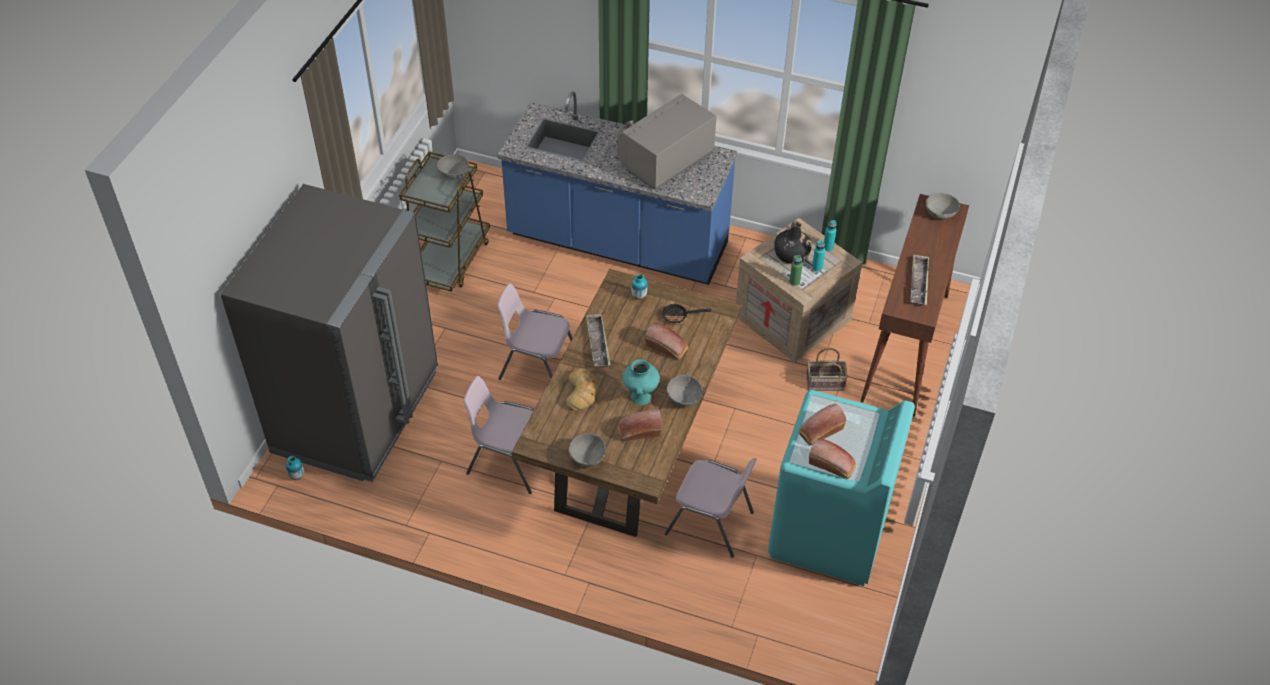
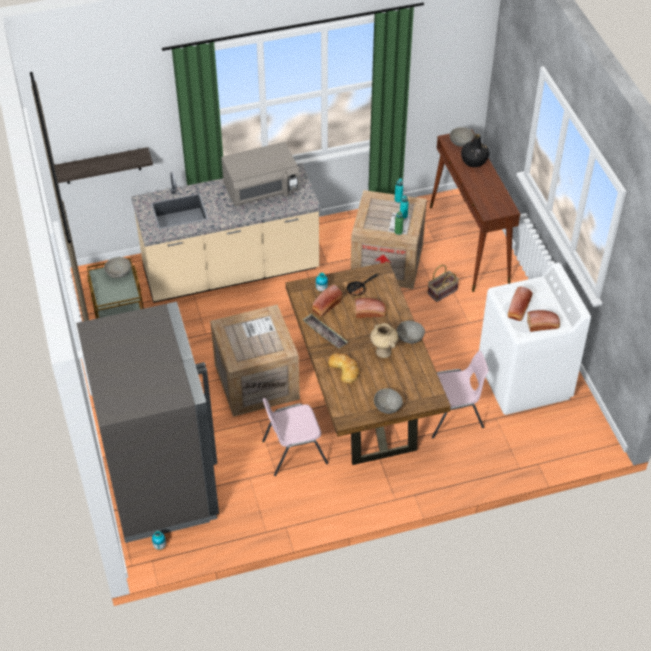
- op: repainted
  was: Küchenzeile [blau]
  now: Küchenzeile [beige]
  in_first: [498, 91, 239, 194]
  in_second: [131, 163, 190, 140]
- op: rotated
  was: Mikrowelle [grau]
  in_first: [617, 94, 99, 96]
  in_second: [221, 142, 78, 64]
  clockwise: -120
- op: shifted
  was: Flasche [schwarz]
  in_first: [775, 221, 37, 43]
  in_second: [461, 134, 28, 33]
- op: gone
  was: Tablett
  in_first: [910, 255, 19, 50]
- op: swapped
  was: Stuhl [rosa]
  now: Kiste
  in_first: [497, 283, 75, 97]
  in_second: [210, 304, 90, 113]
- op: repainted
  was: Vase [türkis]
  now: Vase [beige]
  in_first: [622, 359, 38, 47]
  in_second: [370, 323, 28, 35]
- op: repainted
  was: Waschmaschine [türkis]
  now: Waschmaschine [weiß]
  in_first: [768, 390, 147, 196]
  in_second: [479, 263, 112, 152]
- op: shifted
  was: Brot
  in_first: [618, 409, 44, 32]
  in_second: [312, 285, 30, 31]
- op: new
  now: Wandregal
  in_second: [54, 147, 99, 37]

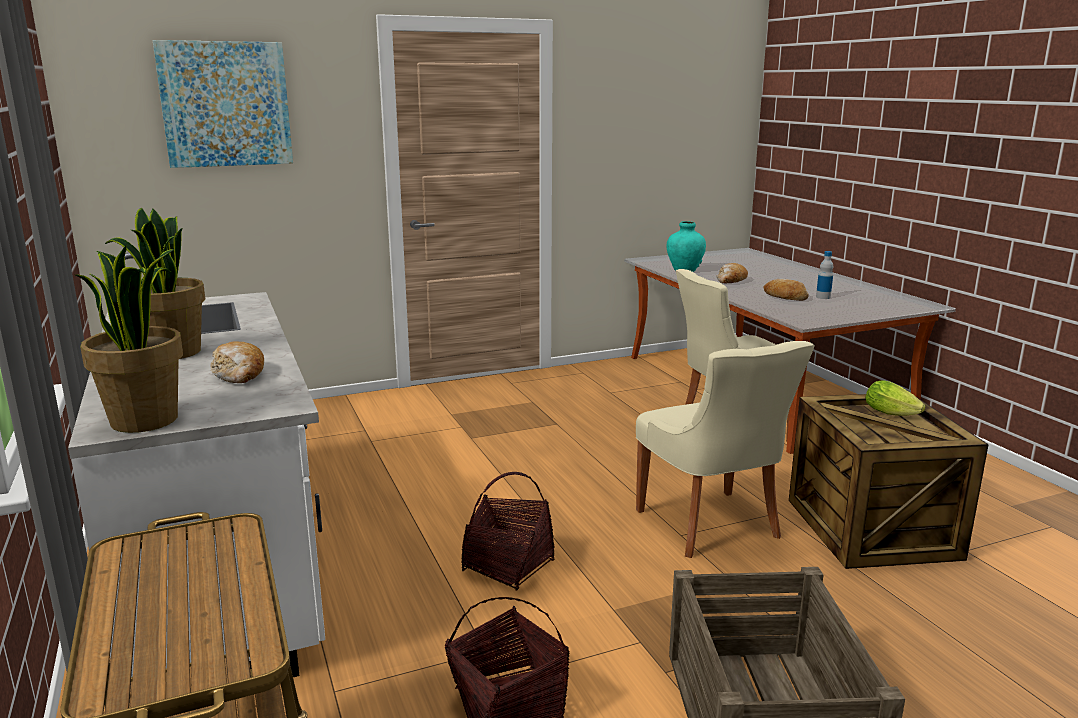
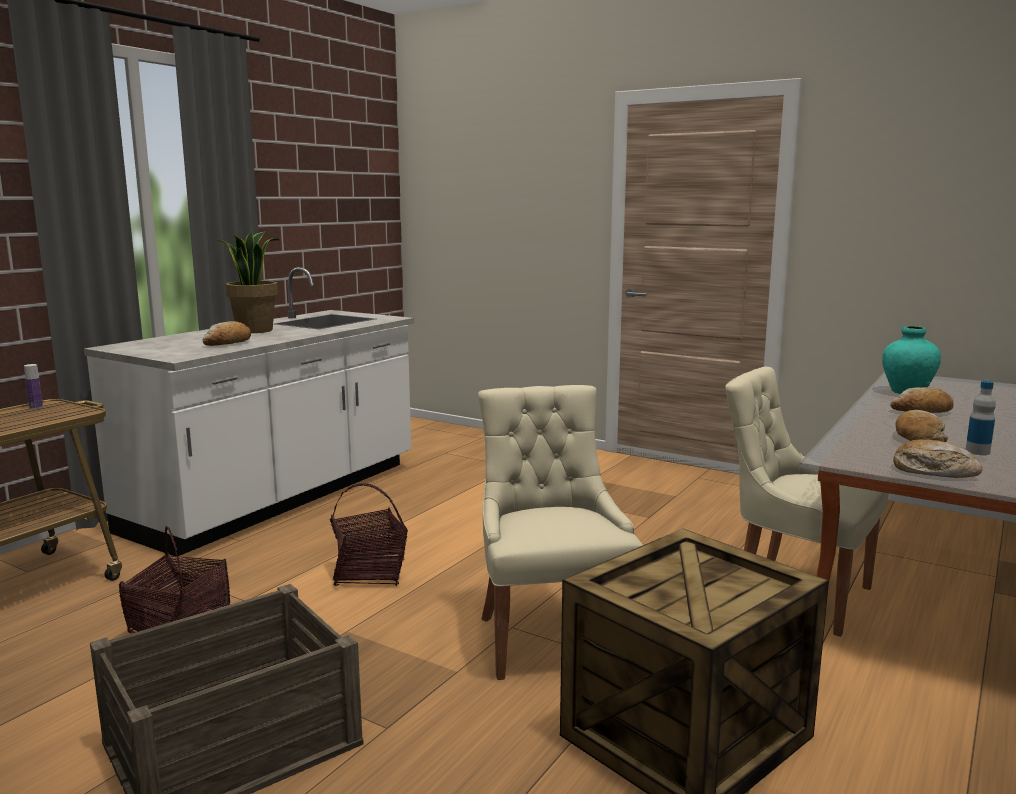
- op: gone
  was: Bild
  in_first: [153, 40, 140, 128]
- op: gone
  was: Topfpflanze
  in_first: [76, 244, 107, 189]
- op: rotated
  was: Stuhl [beige]
  in_first: [636, 341, 179, 217]
  in_second: [478, 385, 165, 295]
  clockwise: 135
- op: gone
  was: Salatkopf
  in_first: [865, 380, 61, 36]
- op: new
  now: Flasche
  in_second: [24, 364, 19, 45]
- op: new
  now: Brot
  in_second: [893, 439, 89, 39]

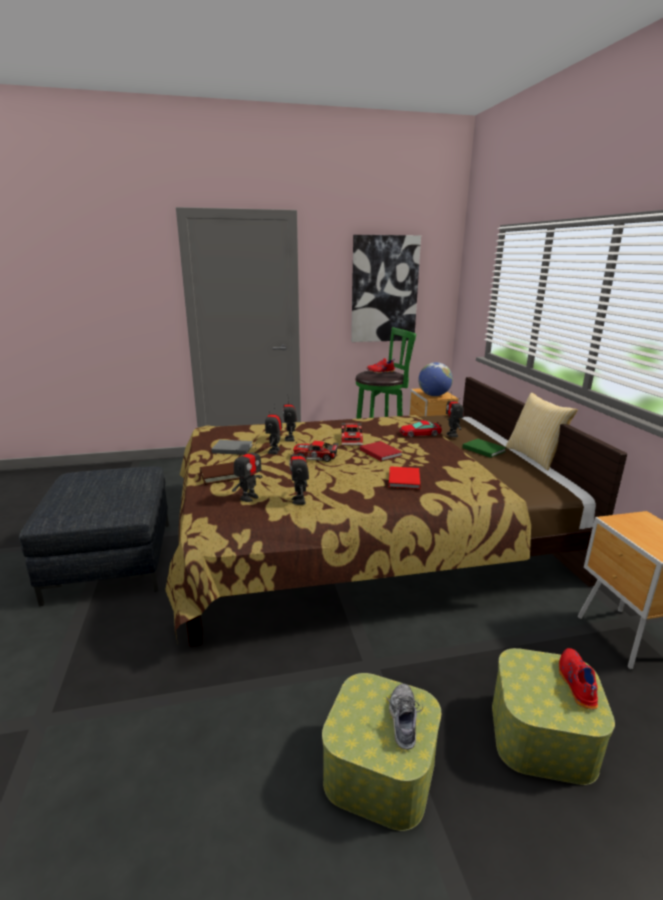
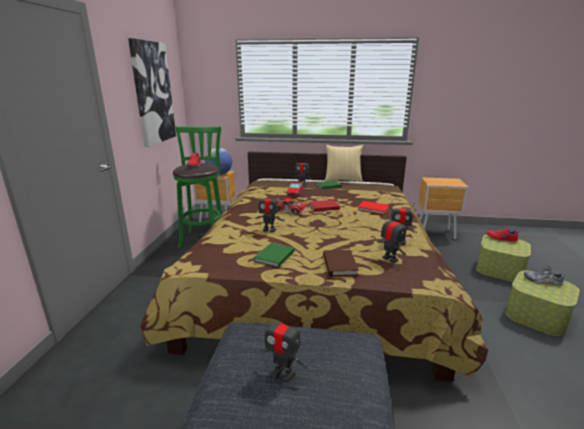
- op: shifted
  was: Spielzeugroboter
  in_first: [265, 404, 17, 50]
  in_second: [261, 311, 47, 72]
- op: repainted
  was: Buch [grau]
  now: Buch [grün]
  in_first: [211, 440, 42, 15]
  in_second: [254, 243, 41, 25]
- op: gone
  was: Spielzeugauto
  in_first: [293, 441, 46, 21]

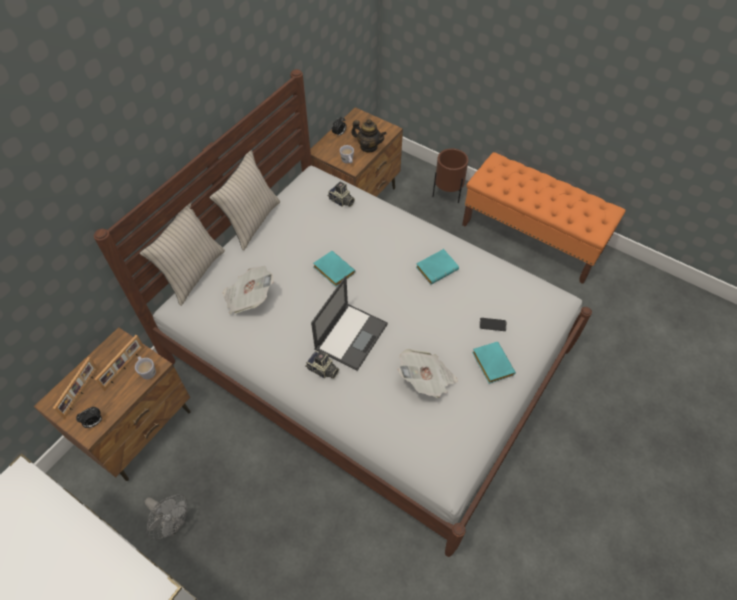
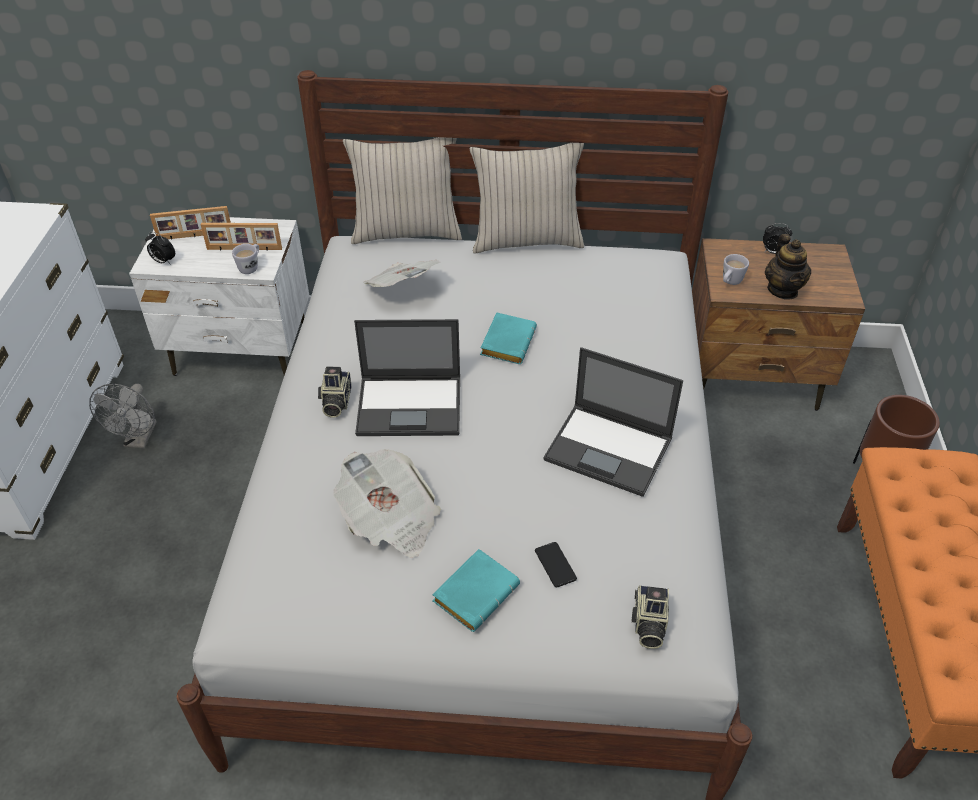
- op: shifted
  was: Kamera
  in_first: [327, 181, 28, 26]
  in_second: [632, 585, 37, 64]
- op: swapped
  was: Buch [türkis]
  now: Laptop
  in_first: [416, 249, 43, 36]
  in_second: [543, 347, 140, 150]
- op: repainted
  was: Nachttisch [braun]
  now: Nachttisch [weiß]
  in_first: [34, 327, 156, 154]
  in_second: [129, 217, 180, 159]

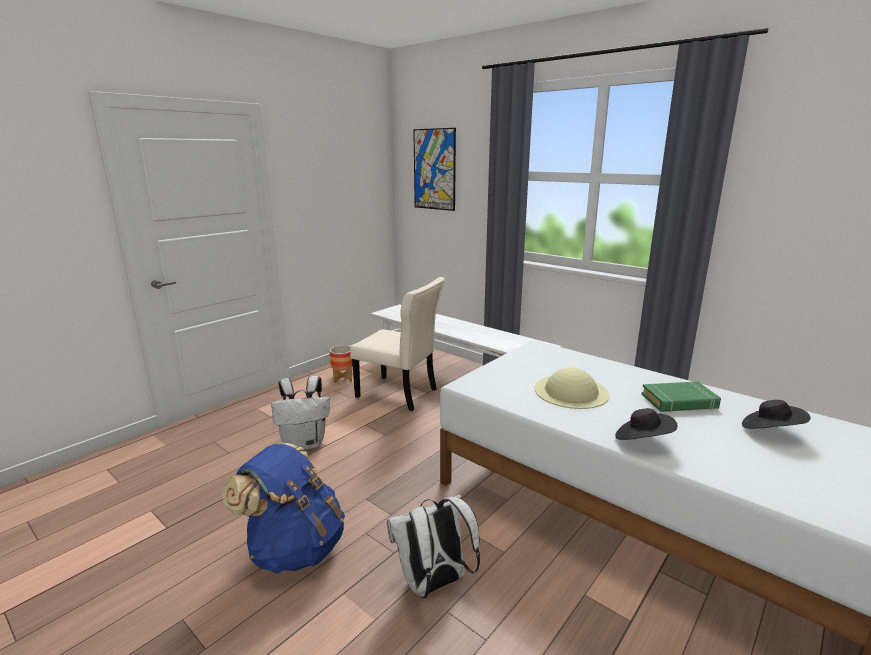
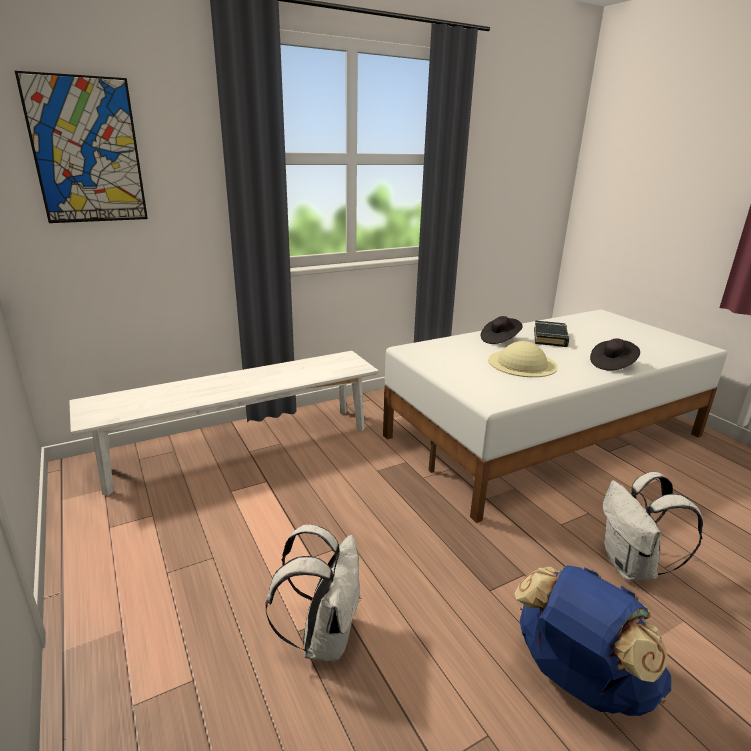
- op: gone
  was: Stuhl [beige]
  in_first: [350, 277, 95, 134]
- op: gone
  was: Pflanzkübel
  in_first: [330, 345, 23, 38]
- op: repainted
  was: Buch [grün]
  now: Buch [schwarz]
  in_first: [642, 381, 79, 31]
  in_second: [534, 321, 35, 26]
- op: shifted
  was: Hut [schwarz]
  in_first: [742, 400, 69, 29]
  in_second: [481, 316, 42, 28]

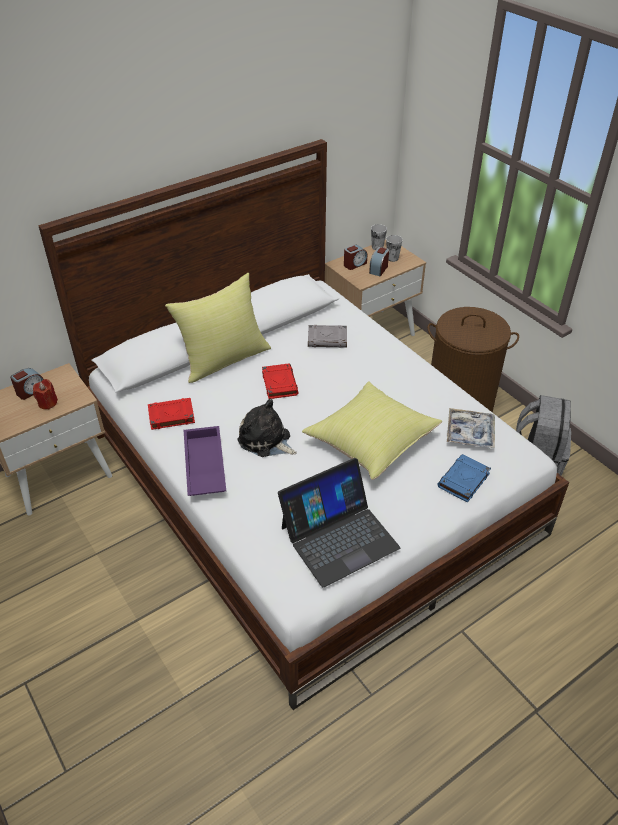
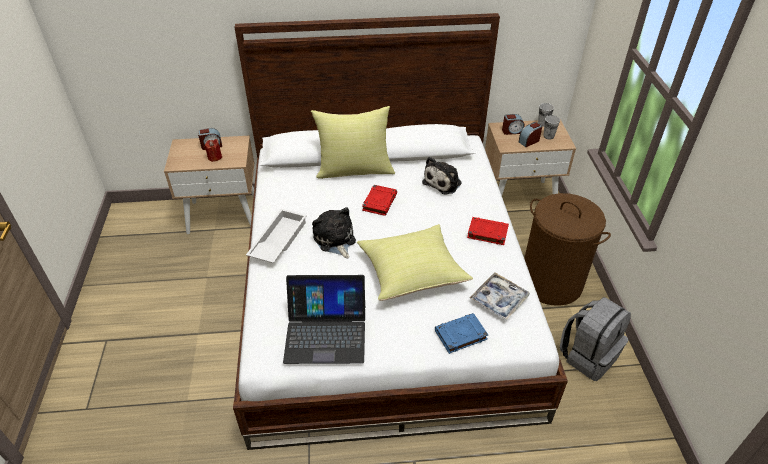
- op: swapped
  was: Buch [grau]
  now: Plüschtier
  in_first: [308, 325, 39, 23]
  in_second: [422, 157, 40, 38]
- op: shifted
  was: Buch [rot]
  in_first: [148, 398, 47, 32]
  in_second: [467, 217, 42, 28]
- op: repainted
  was: Tablett [lila]
  now: Tablett [weiß]
  in_first: [184, 426, 42, 70]
  in_second: [246, 209, 61, 54]

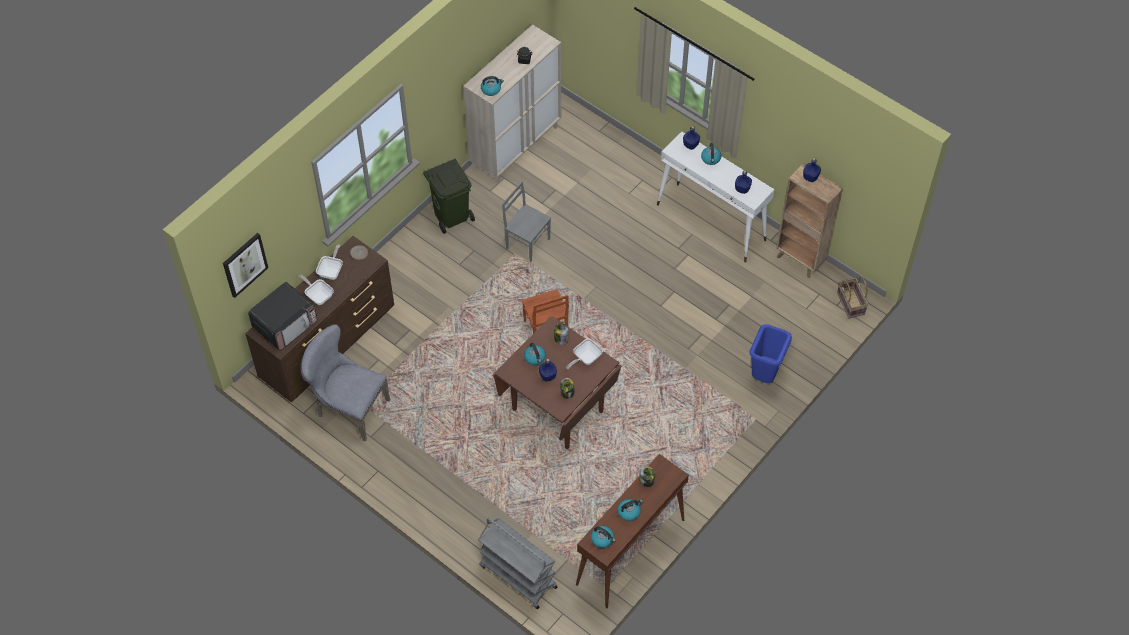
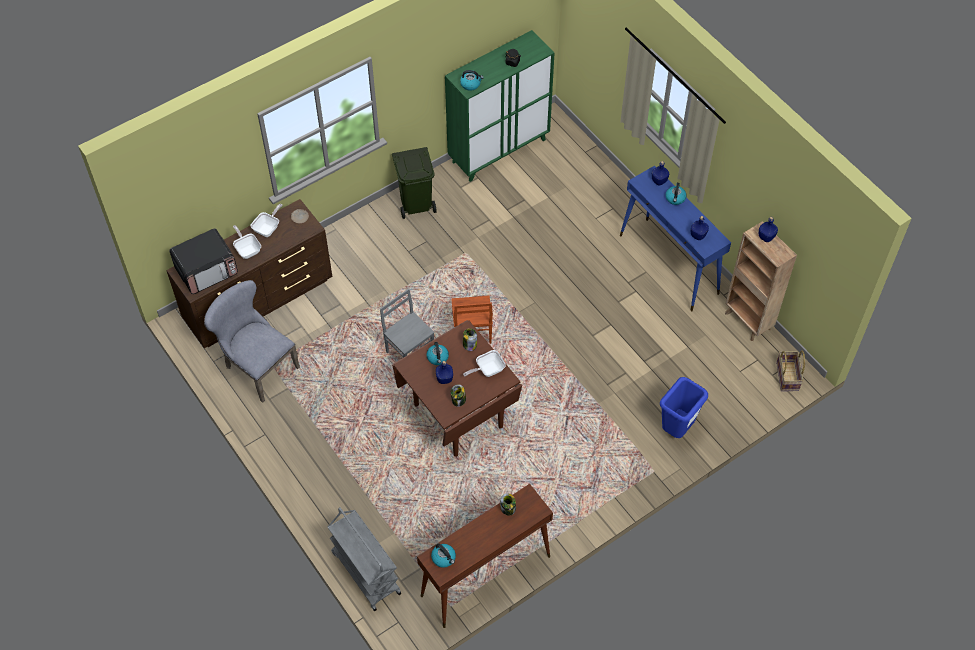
- op: repainted
  was: Schrank [beige]
  now: Schrank [grün]
  in_first: [463, 24, 98, 159]
  in_second: [445, 30, 109, 152]
- op: repainted
  was: Konsolentisch [weiß]
  now: Konsolentisch [blau]
  in_first: [657, 132, 118, 130]
  in_second: [620, 166, 111, 145]
- op: shifted
  was: Stuhl [grau]
  in_first: [502, 181, 49, 81]
  in_second: [380, 289, 55, 69]
- op: gone
  was: Bild
  in_first: [223, 233, 45, 65]
- op: gone
  was: Wasserkessel
  in_first: [618, 499, 25, 22]

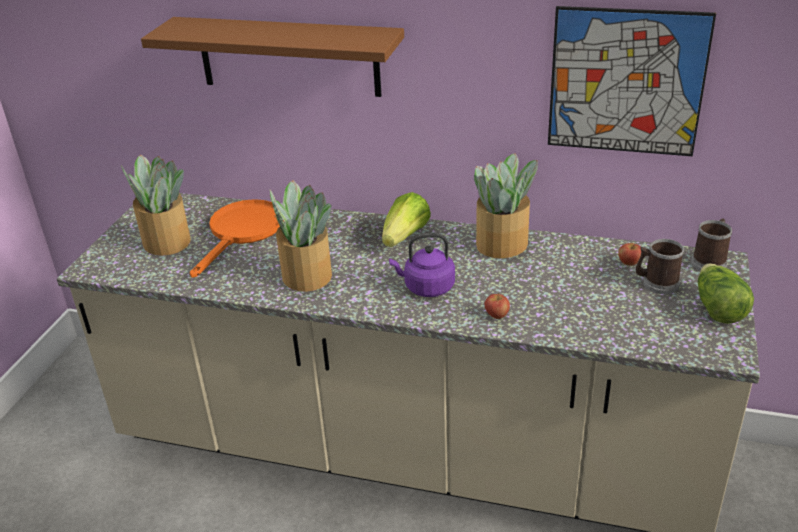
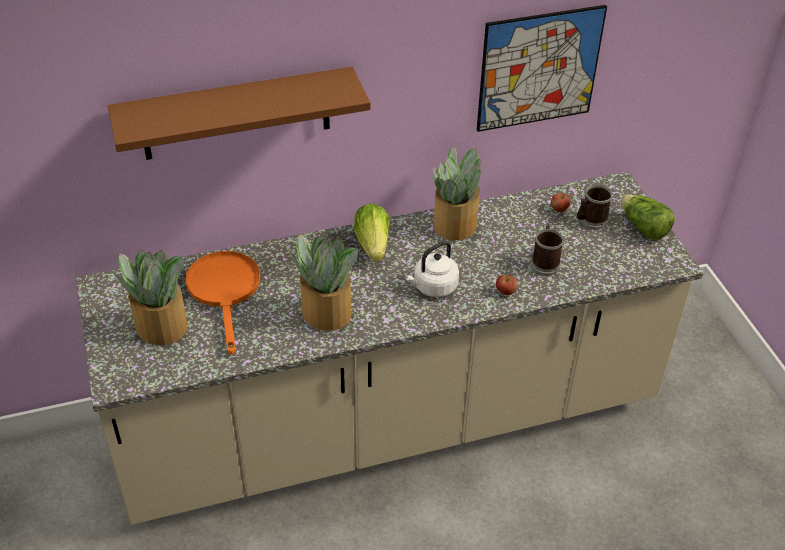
- op: shifted
  was: Henkelbecher
  in_first: [691, 218, 41, 53]
  in_second: [530, 225, 34, 51]
- op: repainted
  was: Wasserkessel [lila]
  now: Wasserkessel [weiß]
  in_first: [389, 233, 66, 64]
  in_second: [405, 241, 54, 56]

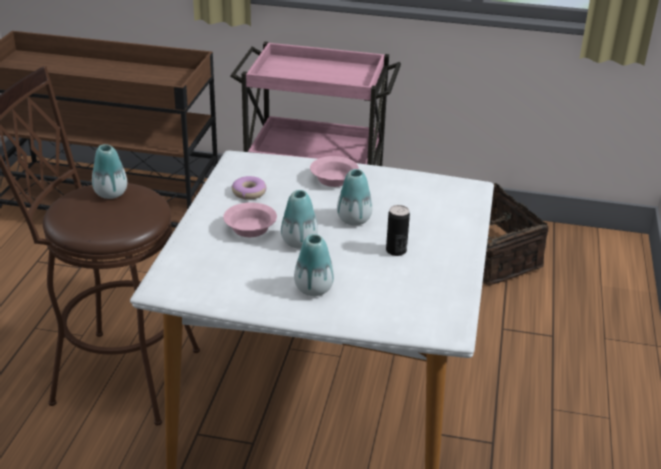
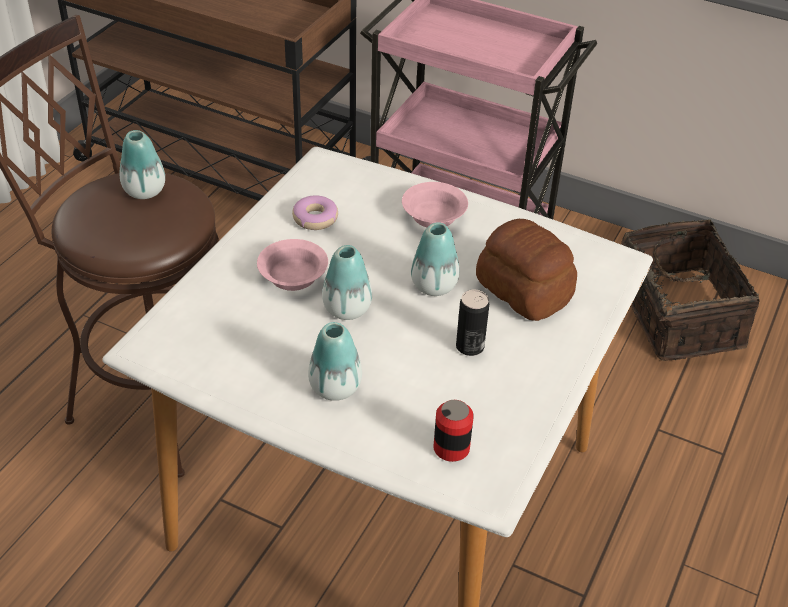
- op: new
  now: Brot
  in_second: [476, 219, 101, 102]
- op: new
  now: Dose
  in_second: [433, 400, 41, 62]

